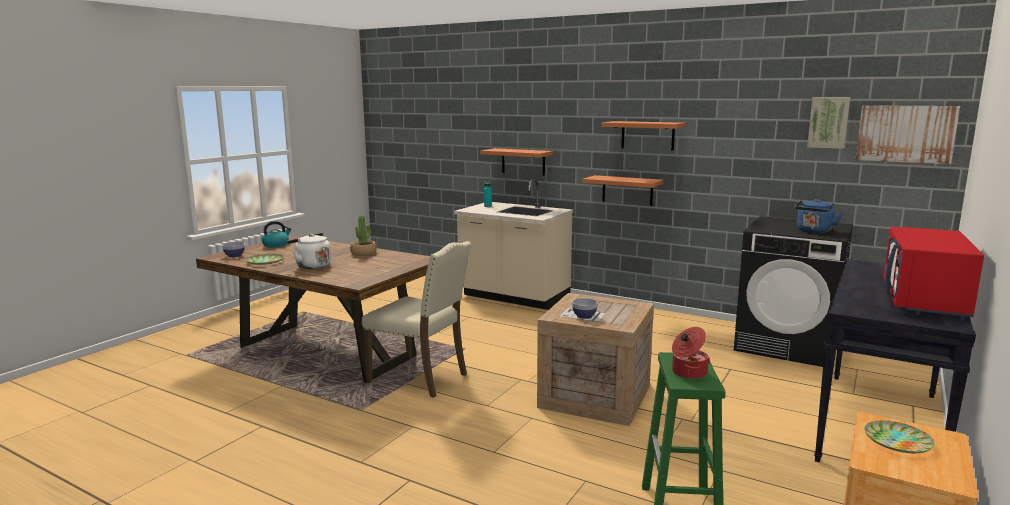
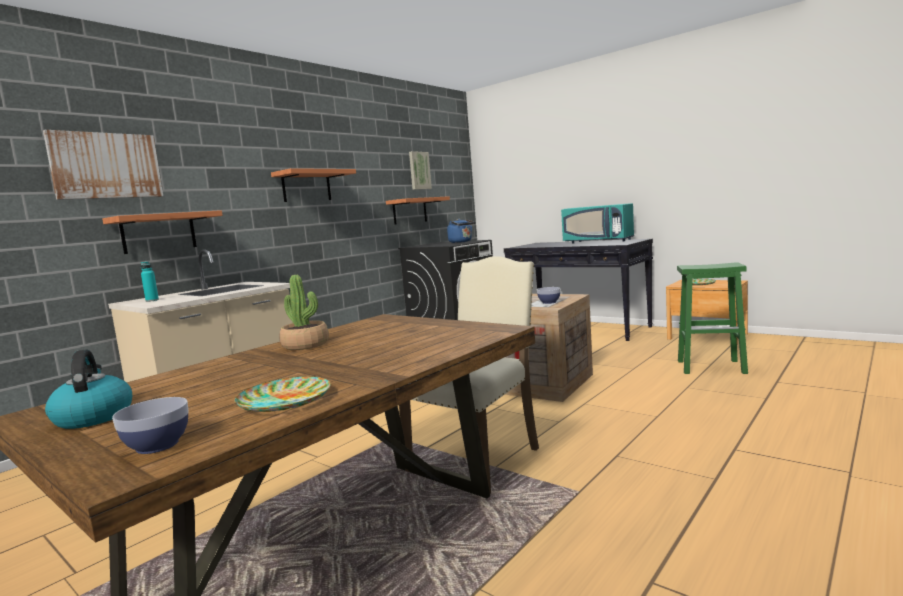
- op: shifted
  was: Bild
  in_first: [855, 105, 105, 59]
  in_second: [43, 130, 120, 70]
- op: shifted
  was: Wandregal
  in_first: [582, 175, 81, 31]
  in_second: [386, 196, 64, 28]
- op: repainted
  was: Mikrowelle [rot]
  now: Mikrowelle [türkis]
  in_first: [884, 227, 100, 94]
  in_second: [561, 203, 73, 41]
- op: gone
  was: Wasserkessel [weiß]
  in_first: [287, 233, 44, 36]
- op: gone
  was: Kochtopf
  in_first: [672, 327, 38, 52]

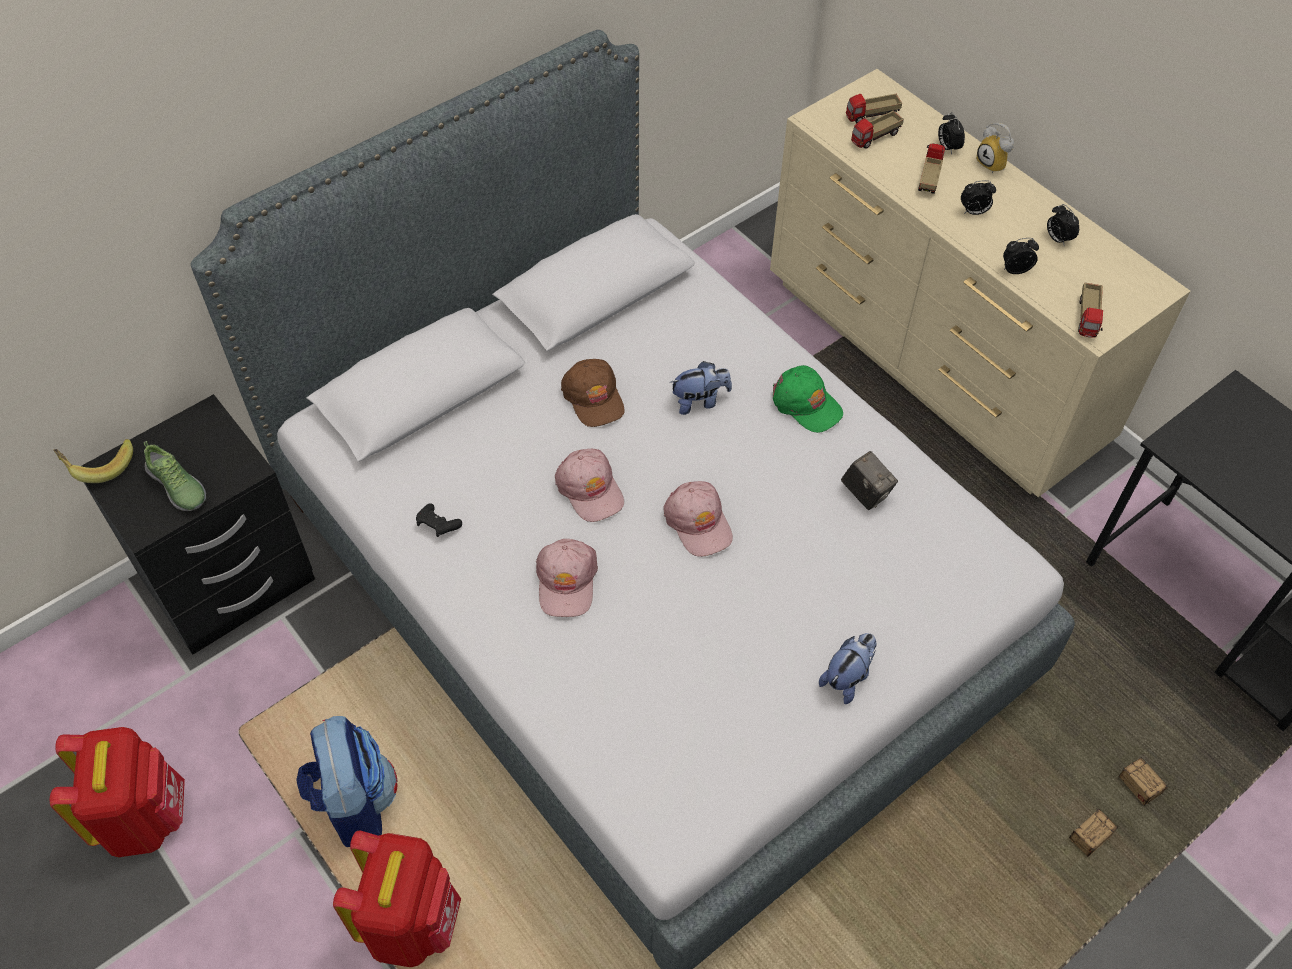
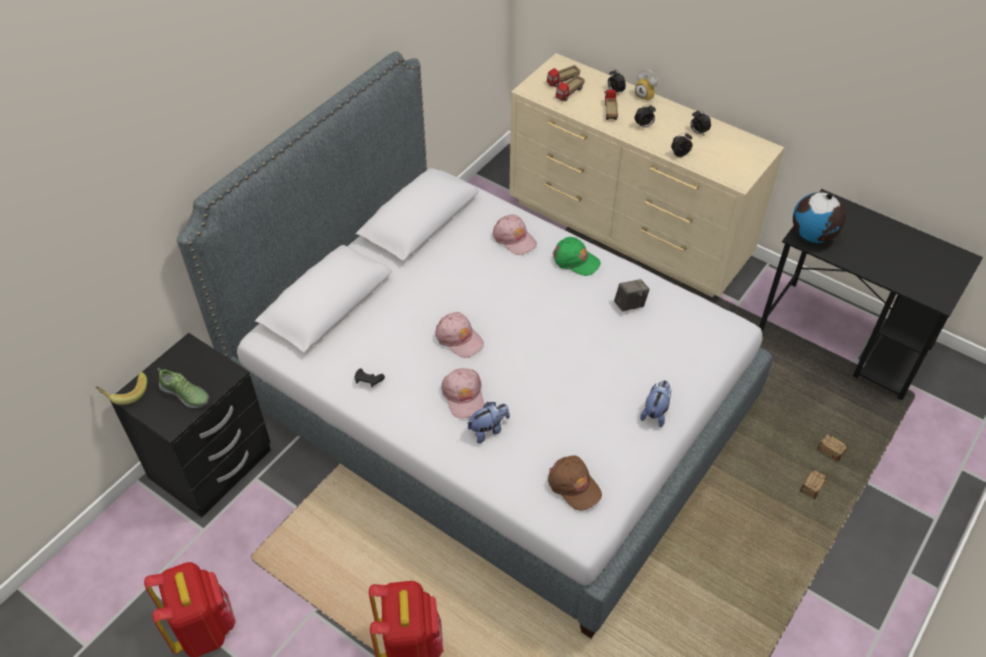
- op: gone
  was: Spielzeuglaster
  in_first: [1078, 283, 25, 55]
- op: shifted
  was: Kappe [braun]
  in_first: [561, 359, 64, 68]
  in_second: [548, 455, 54, 56]
- op: shifted
  was: Plüschtier
  in_first: [670, 361, 62, 54]
  in_second: [468, 402, 42, 41]
- op: rotated
  was: Kamera
  in_first: [841, 451, 57, 59]
  in_second: [614, 279, 36, 32]
  clockwise: -60
- op: shifted
  was: Kappe [rosa]
  in_first: [663, 481, 70, 76]
  in_second: [493, 215, 44, 40]
- op: gone
  was: Rucksack
  in_first: [296, 716, 102, 131]
- op: new
  now: Globus
  in_second: [793, 192, 53, 51]

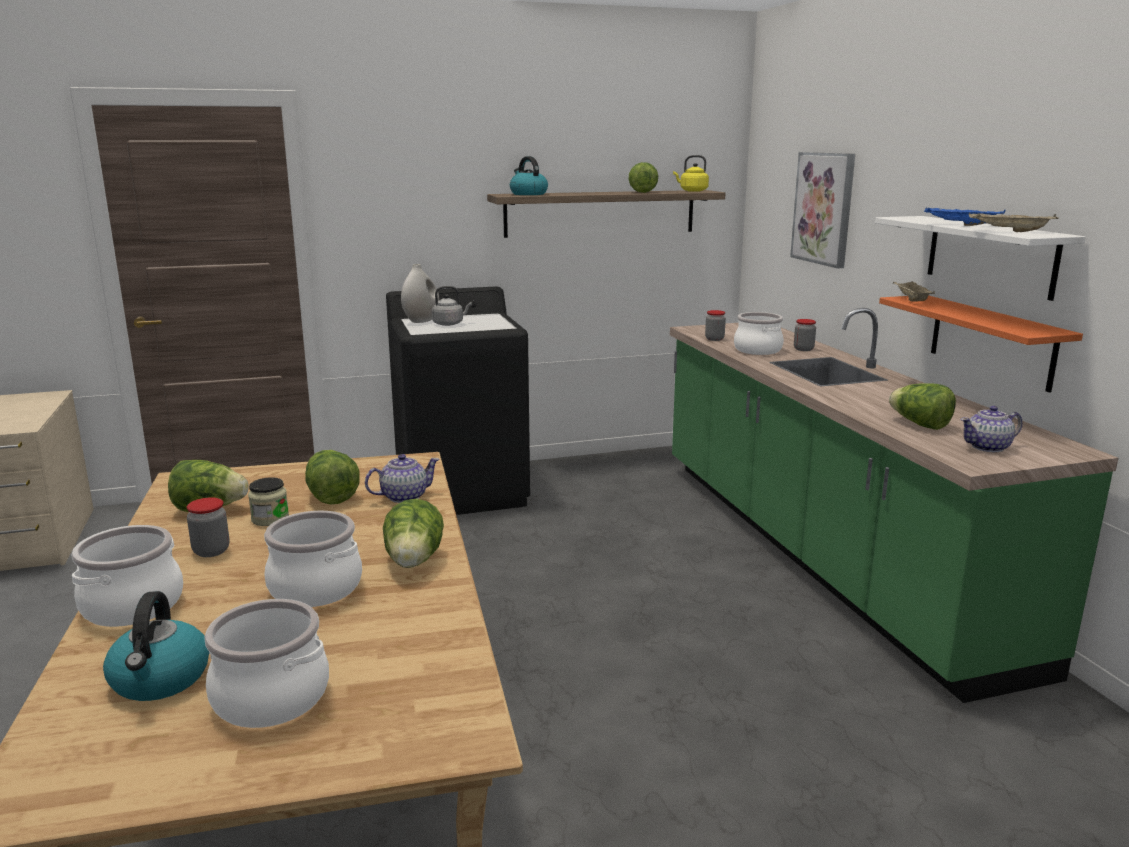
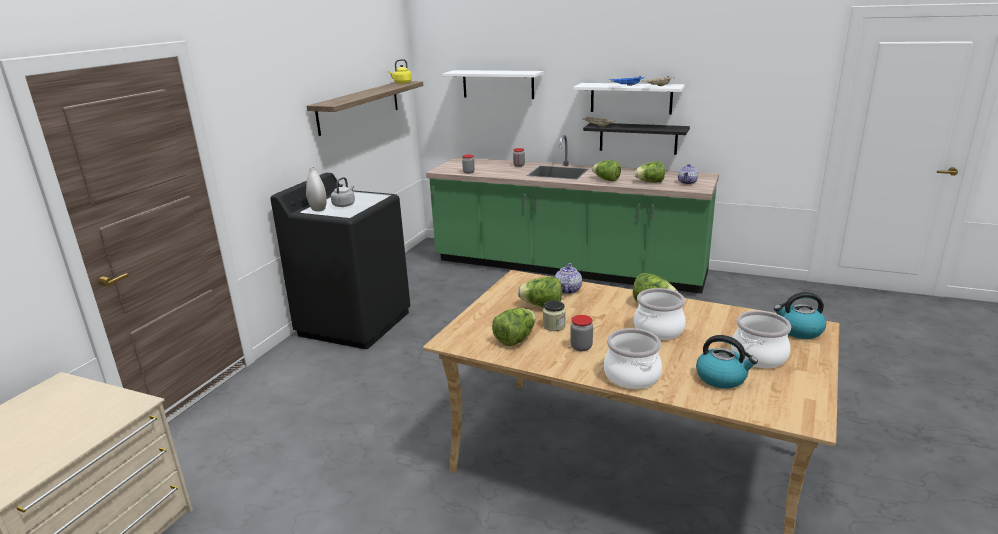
- op: swapped
  was: Bild
  now: Wandregal [weiß]
  in_first: [790, 152, 65, 116]
  in_second: [442, 70, 102, 29]
- op: shifted
  was: Wasserkessel
  in_first: [510, 156, 38, 39]
  in_second: [774, 292, 52, 47]
- op: shifted
  was: Salatkopf
  in_first: [628, 162, 30, 31]
  in_second: [592, 160, 29, 21]
- op: repainted
  was: Wandregal [orange]
  now: Wandregal [schwarz]
  in_first: [879, 296, 204, 97]
  in_second: [583, 123, 107, 32]
- op: gone
  was: Kochtopf
  in_first: [734, 312, 50, 43]

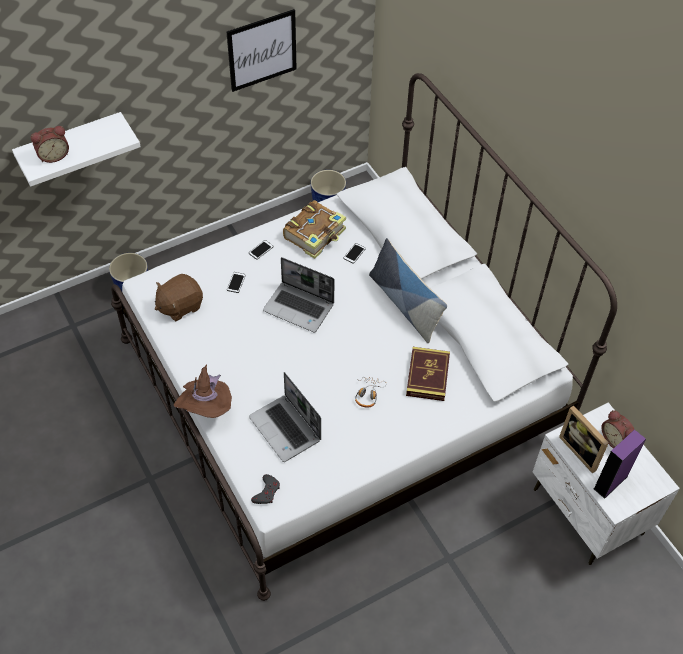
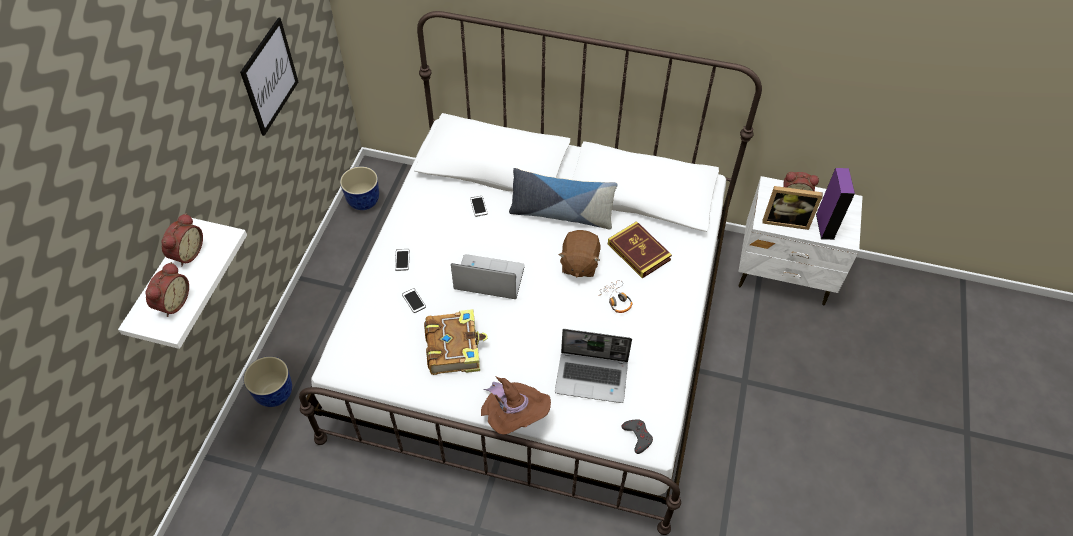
- op: shifted
  was: Buch
  in_first: [283, 200, 63, 59]
  in_second: [424, 309, 64, 66]
- op: rotated
  was: Laptop
  in_first: [263, 257, 72, 75]
  in_second: [451, 254, 74, 45]
  clockwise: -150
- op: shifted
  was: Plüschtier [braun]
  in_first: [155, 274, 48, 47]
  in_second: [559, 230, 41, 48]
- op: new
  now: Wecker
  in_second: [161, 213, 42, 53]

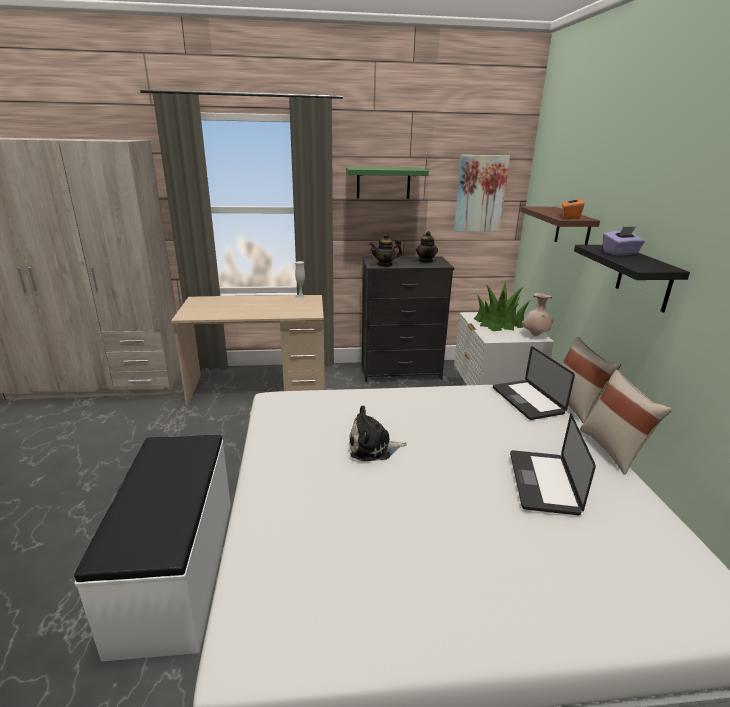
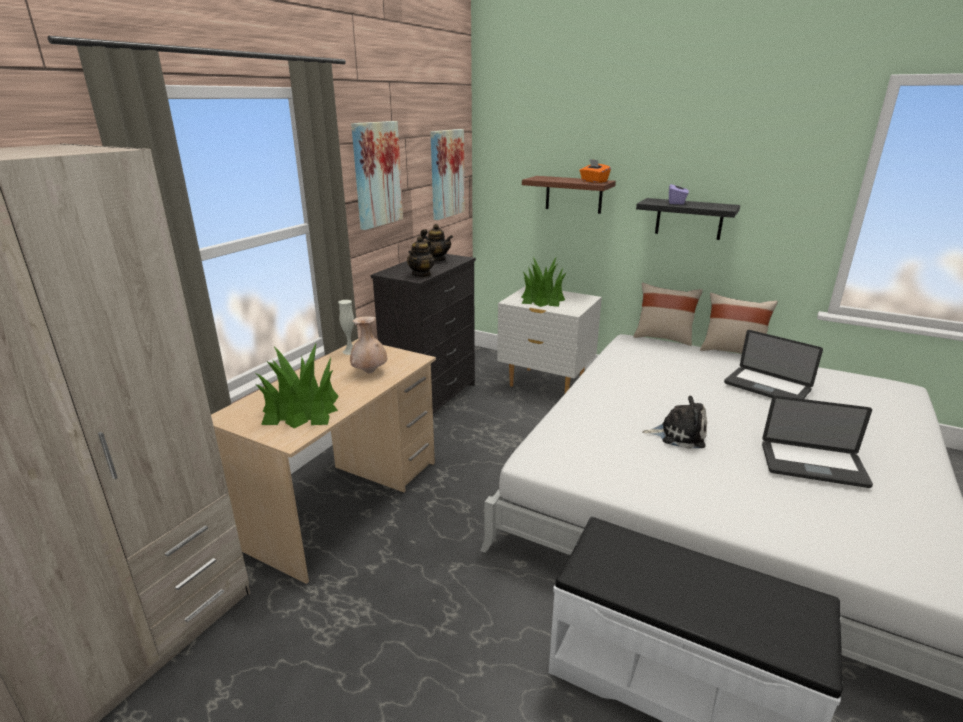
- op: swapped
  was: Wandregal [grün]
  now: Bild
  in_first: [346, 167, 83, 32]
  in_second: [351, 121, 52, 109]
- op: shifted
  was: Vase [beige]
  in_first: [522, 293, 32, 43]
  in_second: [350, 316, 37, 57]
- op: shifted
  was: Laptop
  in_first: [493, 346, 82, 74]
  in_second: [762, 396, 111, 92]
- op: rotated
  was: Plüschtier
  in_first: [349, 405, 58, 57]
  in_second: [642, 396, 65, 53]
  clockwise: -105
- op: new
  now: Topfpflanze
  in_second: [256, 344, 83, 85]

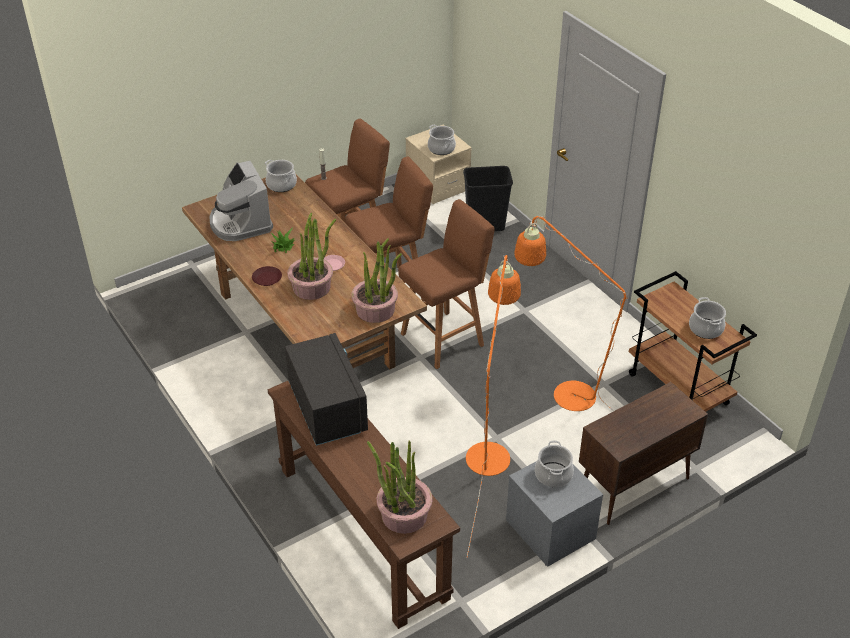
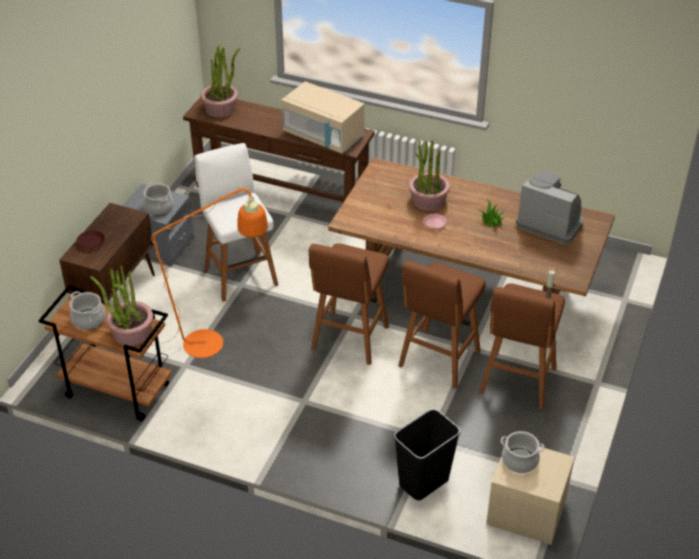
- op: gone
  was: Kochtopf
  in_first: [265, 160, 32, 32]
- op: shifted
  was: Topfpflanze
  in_first: [351, 238, 51, 85]
  in_second: [90, 266, 63, 80]
- op: swapped
  was: Stehlampe [orange]
  now: Hocker [weiß]
  in_first: [466, 255, 55, 301]
  in_second: [194, 143, 84, 159]
- op: shifted
  was: Teller [braun]
  in_first: [252, 266, 30, 20]
  in_second: [76, 231, 29, 18]
- op: repainted
  was: Mikrowelle [schwarz]
  now: Mikrowelle [beige]
  in_first: [285, 333, 83, 113]
  in_second: [281, 81, 84, 73]

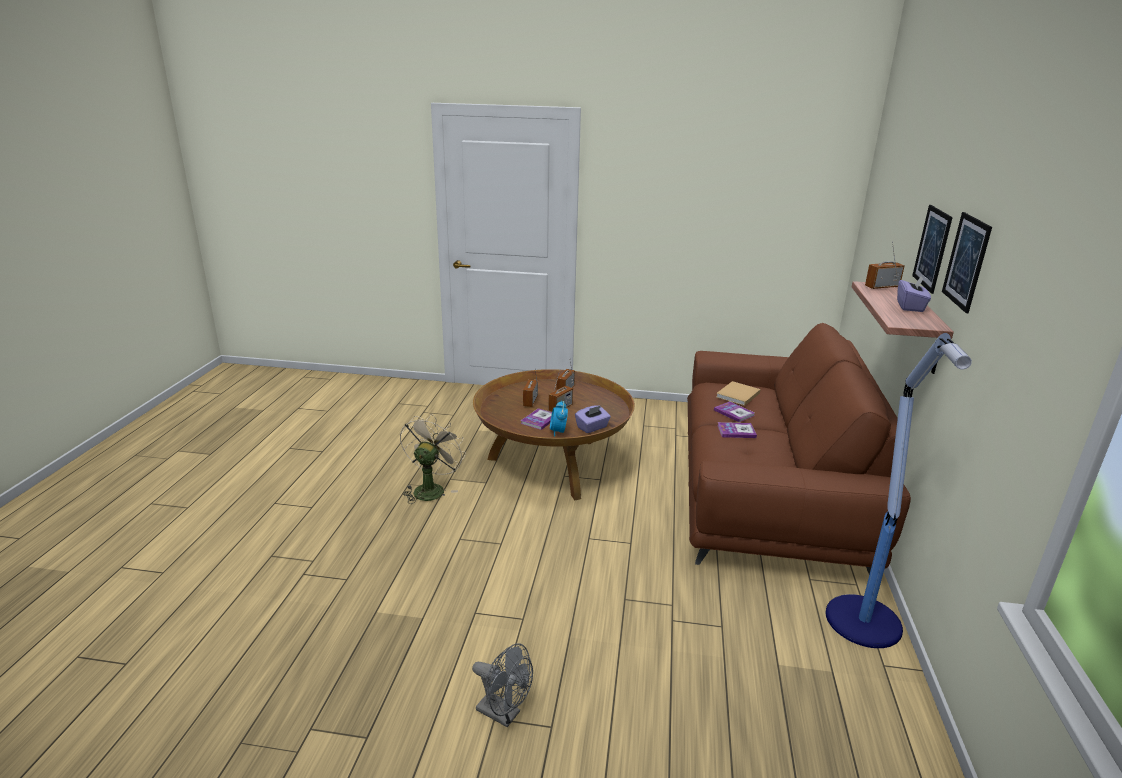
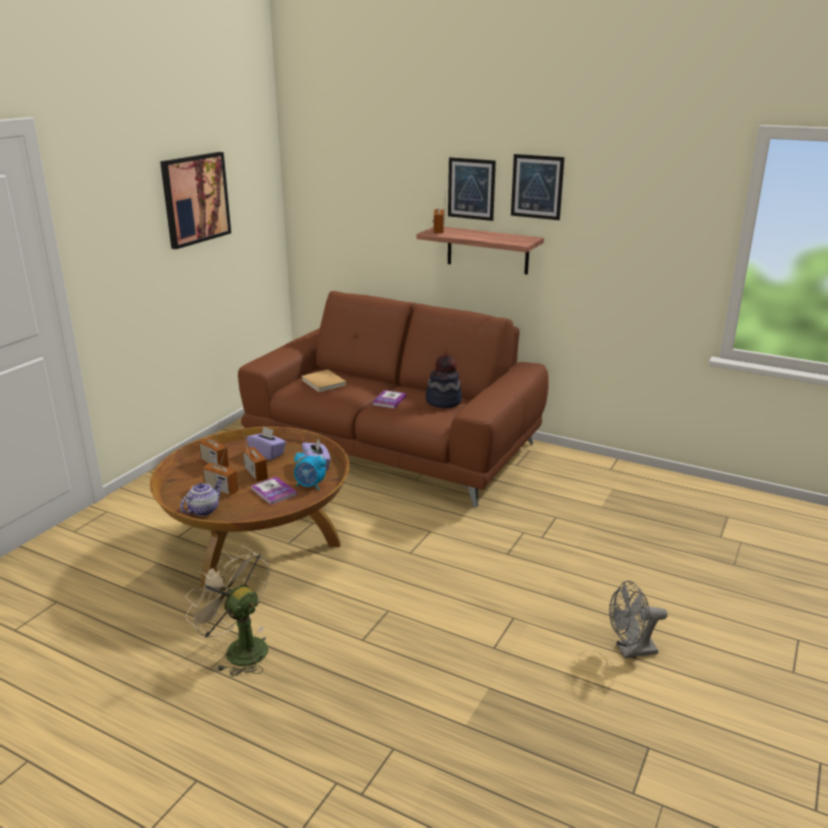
- op: shifted
  was: Taschentuchbox [lila]
  in_first: [897, 276, 34, 36]
  in_second: [246, 426, 40, 34]
- op: gone
  was: Stehlampe
  in_first: [826, 333, 146, 315]
- op: gone
  was: Buch
  in_first: [714, 401, 40, 21]
- op: rotated
  was: Ventilator [grau]
  in_first: [472, 643, 61, 84]
  in_second: [609, 581, 59, 77]
  clockwise: -150
- op: new
  now: Bild
  in_second: [160, 152, 71, 97]
- op: new
  now: Hut
  in_second: [426, 355, 36, 53]
- op: new
  now: Teekanne
  in_second: [180, 480, 42, 36]

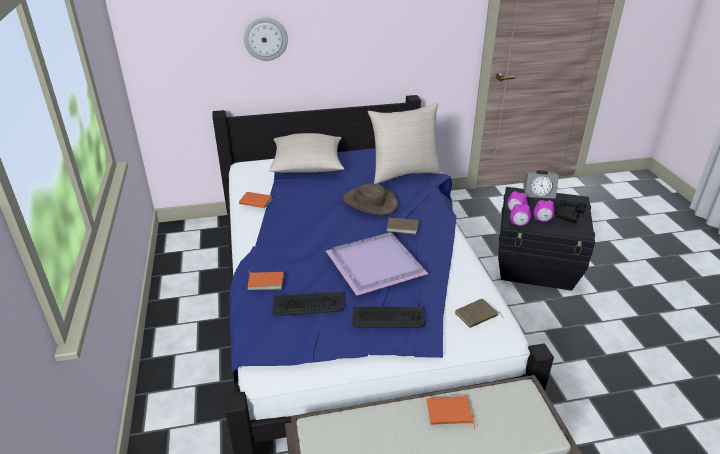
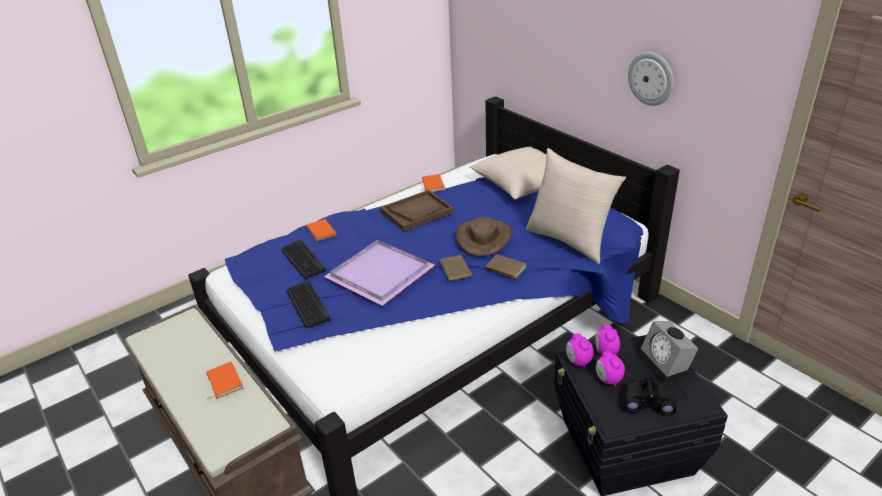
- op: shifted
  was: Wanduhr
  in_first: [244, 17, 44, 44]
  in_second: [628, 52, 45, 54]
- op: shifted
  was: Buch [braun]
  in_first: [455, 298, 48, 30]
  in_second: [486, 254, 40, 27]
- op: new
  now: Tablett [braun]
  in_second: [380, 190, 74, 41]

